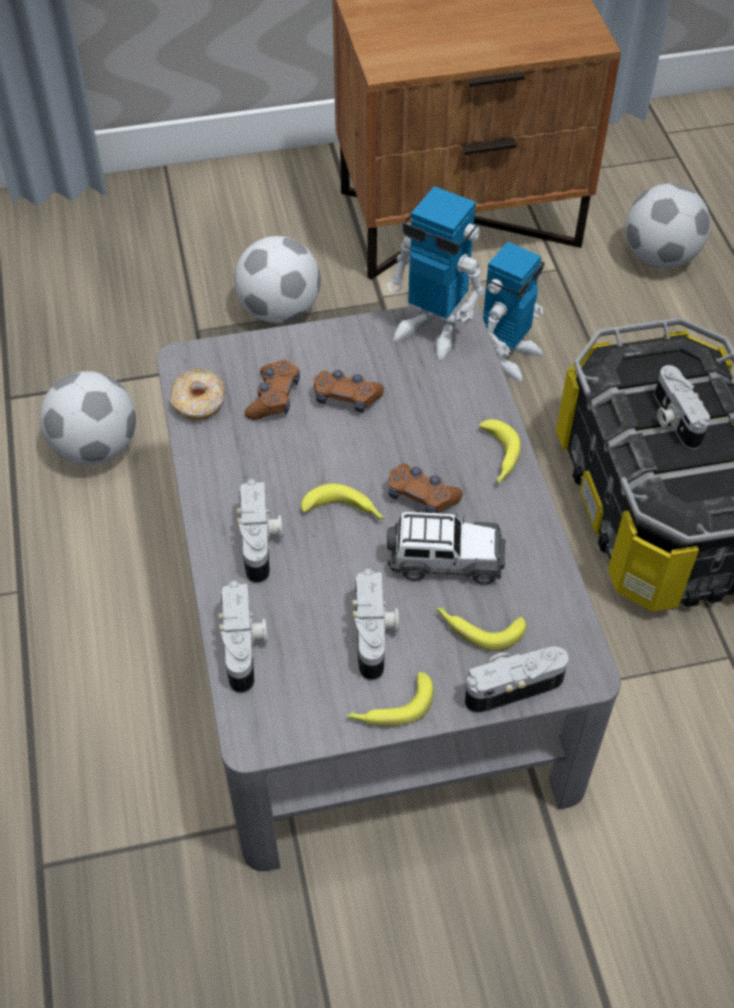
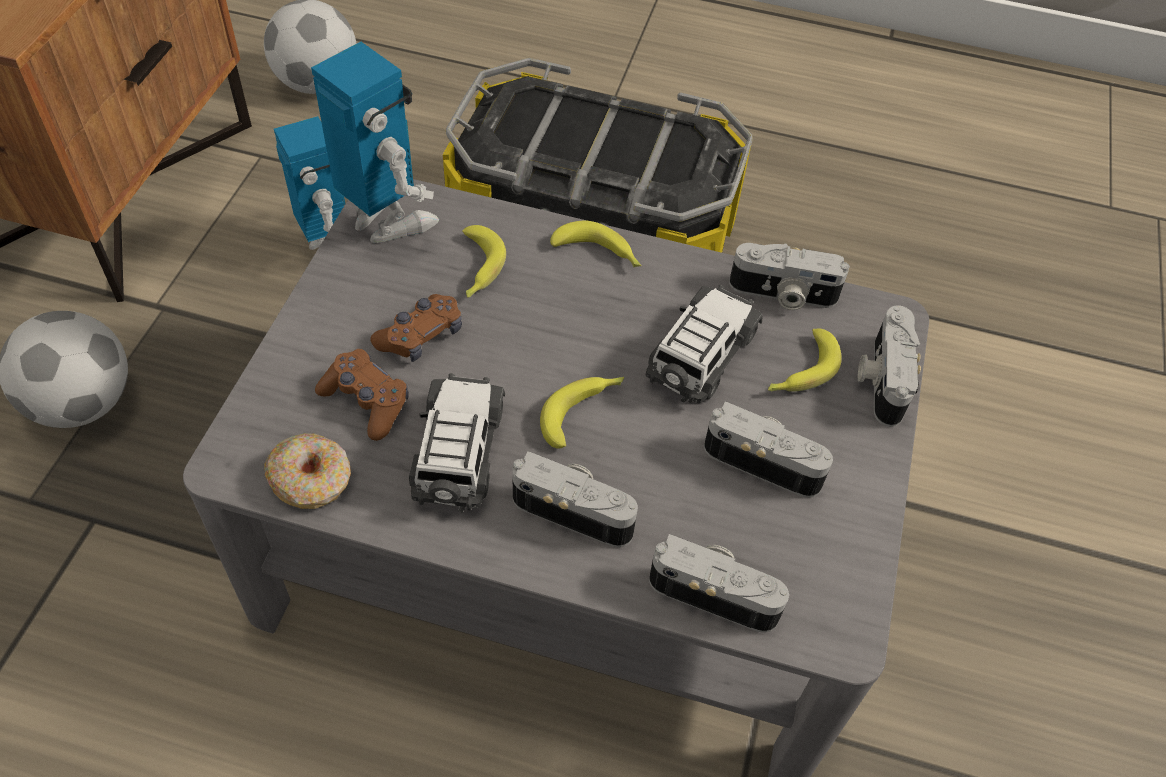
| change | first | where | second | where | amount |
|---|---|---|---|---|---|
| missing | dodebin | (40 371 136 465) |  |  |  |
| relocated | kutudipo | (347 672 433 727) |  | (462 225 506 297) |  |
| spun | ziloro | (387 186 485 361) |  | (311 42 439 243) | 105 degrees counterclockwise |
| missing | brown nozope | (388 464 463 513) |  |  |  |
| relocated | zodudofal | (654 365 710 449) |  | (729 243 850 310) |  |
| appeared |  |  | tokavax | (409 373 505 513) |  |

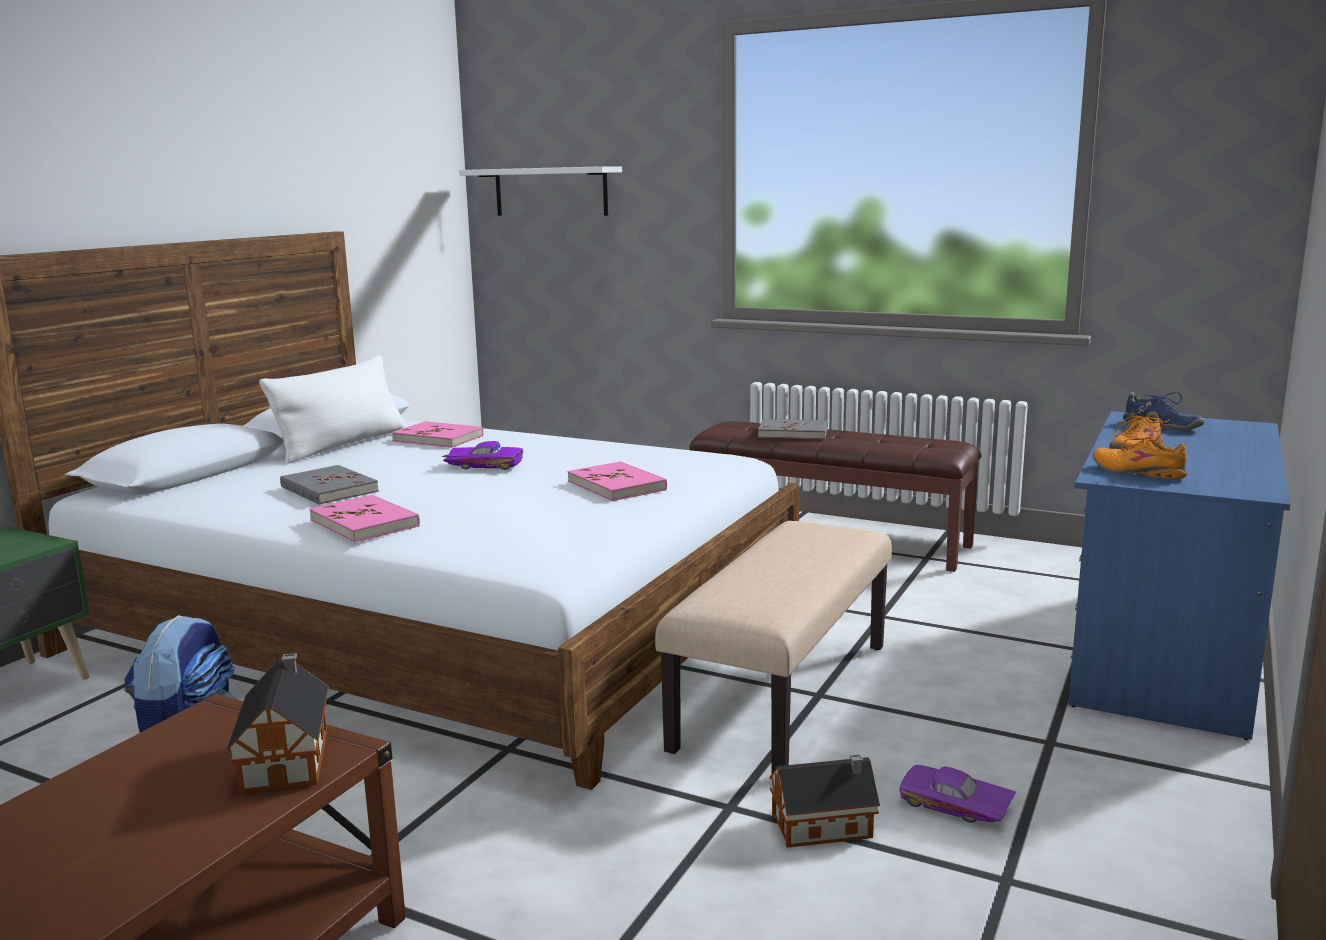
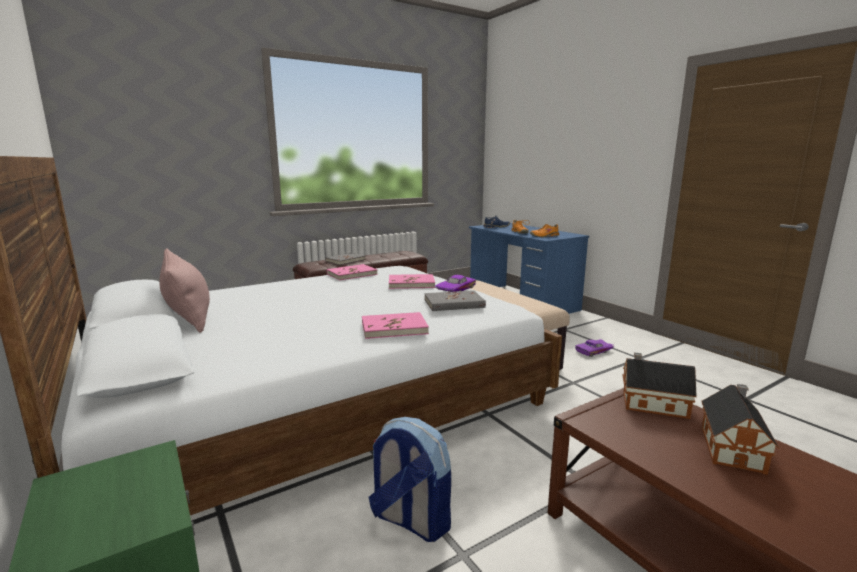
| change | first | where | second | where | amount |
|---|---|---|---|---|---|
| colour | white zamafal | (259 355 406 464) | pink zamafal | (159 248 210 333) |  |
| relocated | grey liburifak | (280 465 379 505) |  | (424 290 486 311) |  |
| relocated | pink liburifak | (392 421 483 448) |  | (327 264 378 281) |  |
| relocated | purple tokavax | (442 441 523 470) |  | (435 275 476 292) |  |
| missing | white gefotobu | (459 166 622 216) |  |  |  |
| relocated | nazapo | (769 754 880 848) |  | (701 384 779 475) |  |

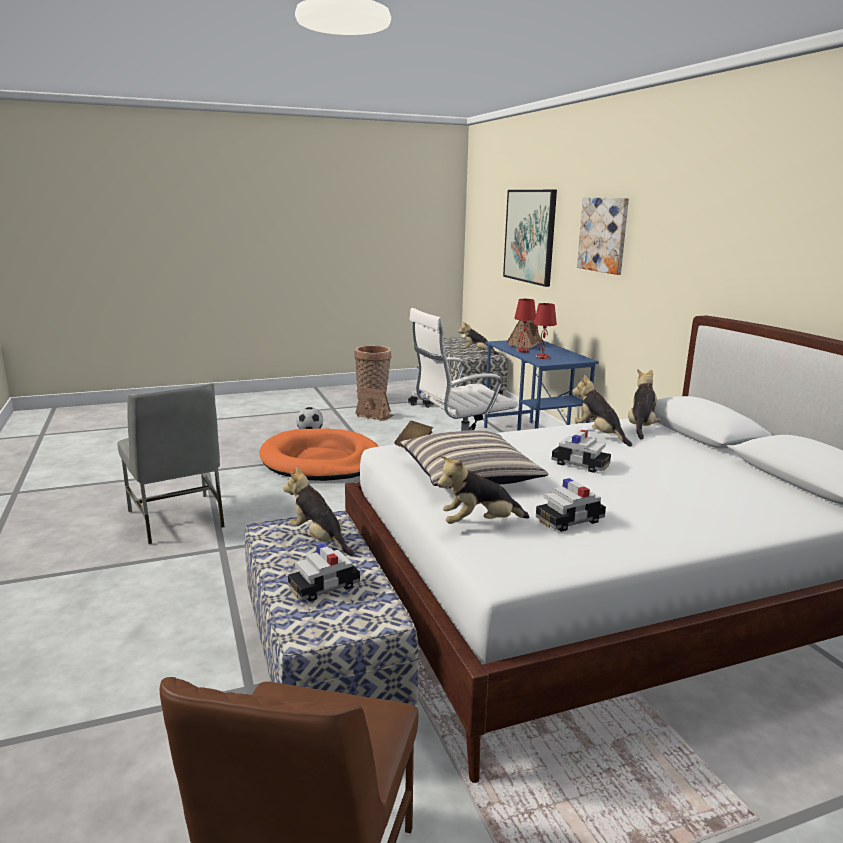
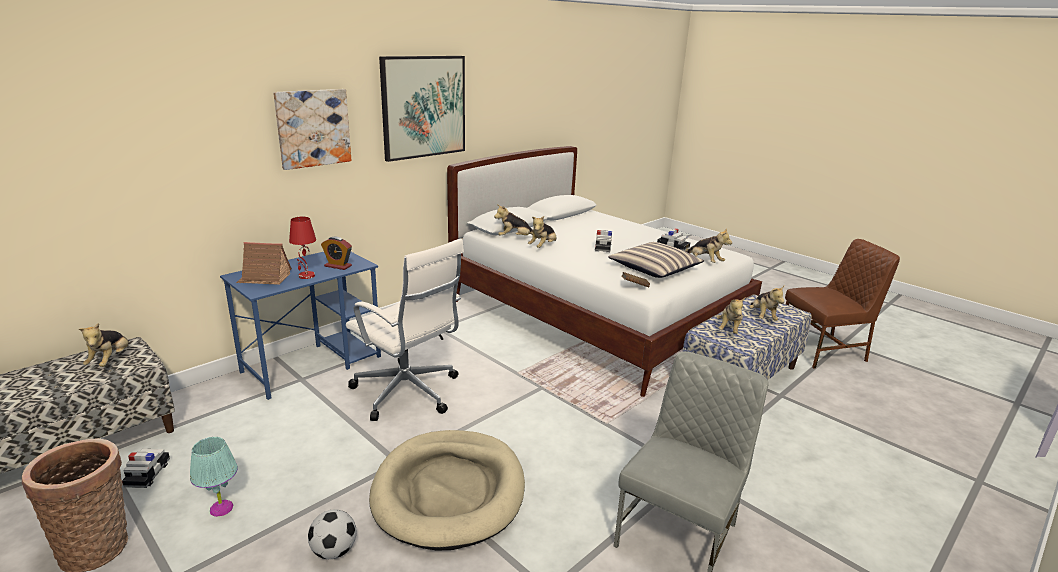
| change | first | where | second | where | amount |
|---|---|---|---|---|---|
| colour | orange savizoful | (260 428 379 481) | beige savizoful | (369 430 525 551) |  |
| exchanged | tokavax | (288 543 360 602) | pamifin | (749 286 784 321) |  |
| exchanged | nazapo | (355 387 394 421) | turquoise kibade | (190 437 238 517) |  |
| relocated | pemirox | (503 190 557 287) |  | (379 56 465 162) |  |
| exchanged | red kibade | (534 303 557 359) | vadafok | (321 237 352 270) |  |

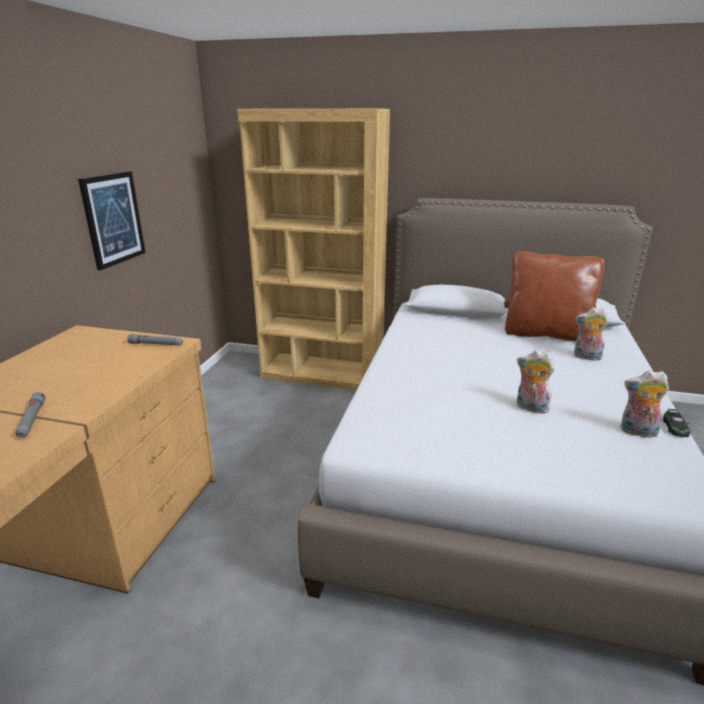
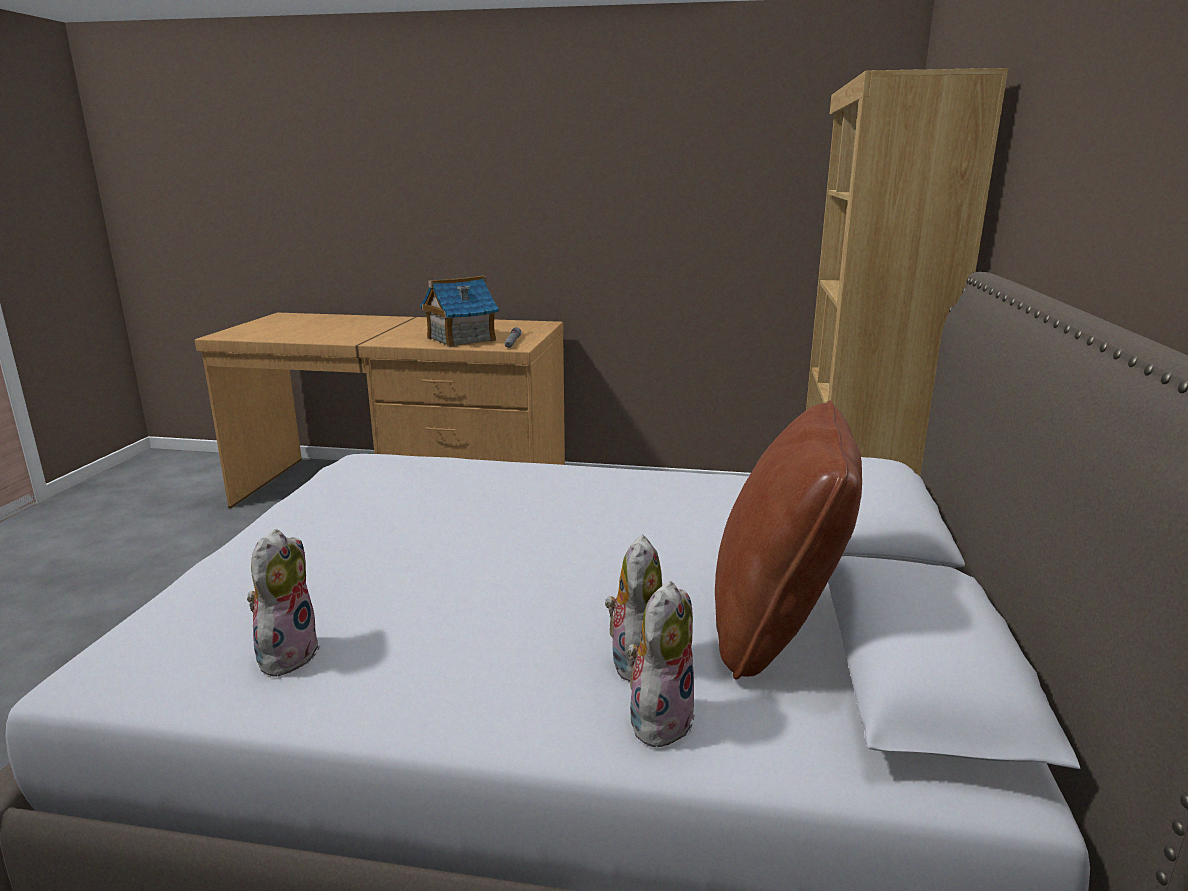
| change | first | where | second | where | amount |
|---|---|---|---|---|---|
| missing | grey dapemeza | (15 392 46 438) |  |  |  |
| missing | pemirox | (78 171 145 270) |  |  |  |
| relocated | pamifin | (517 350 555 414) |  | (627 581 694 748) |  |
| missing | tokavax | (663 409 690 437) |  |  |  |
| appeared |  |  | nazapo | (420 275 499 347) |  |

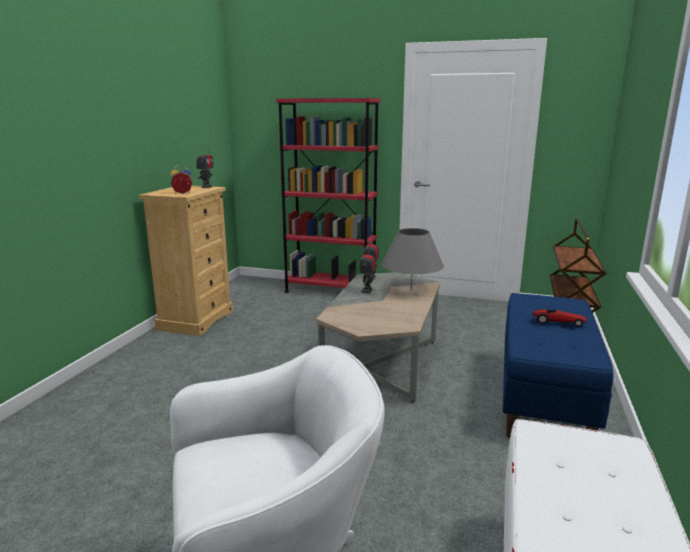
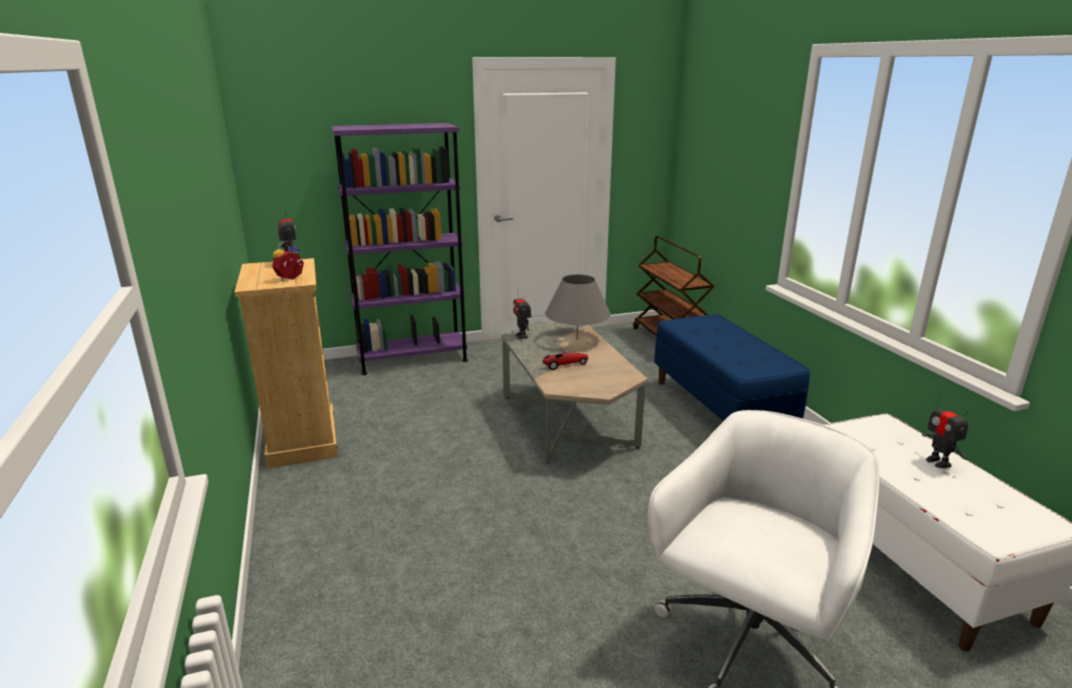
| change | first | where | second | where | amount |
|---|---|---|---|---|---|
| colour | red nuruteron | (276 98 381 293) | purple nuruteron | (331 123 468 375) |  |
| relocated | ziloro | (360 245 376 294) |  | (922 395 969 468) |  |
| relocated | tokavax | (533 309 586 327) |  | (542 353 589 370) |  |

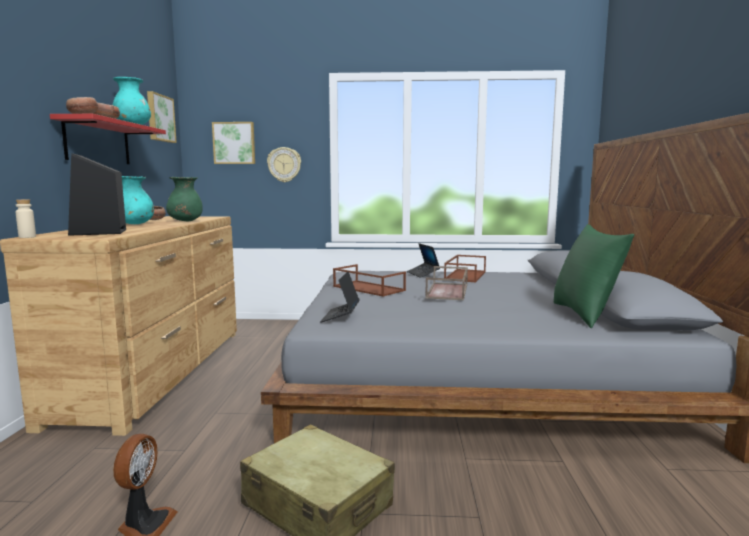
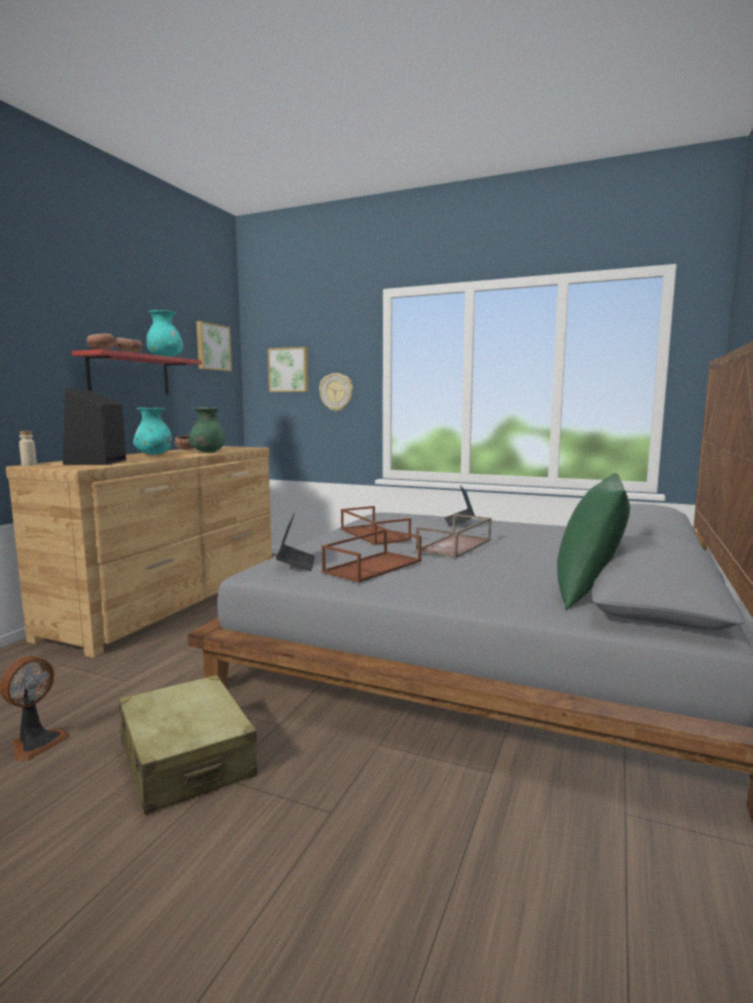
| change | first | where | second | where | amount |
|---|---|---|---|---|---|
| spun | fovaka | (320 271 360 322) |  | (276 514 315 571) | 150 degrees clockwise |
| relocated | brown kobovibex | (444 255 486 282) |  | (321 529 421 583) |  |

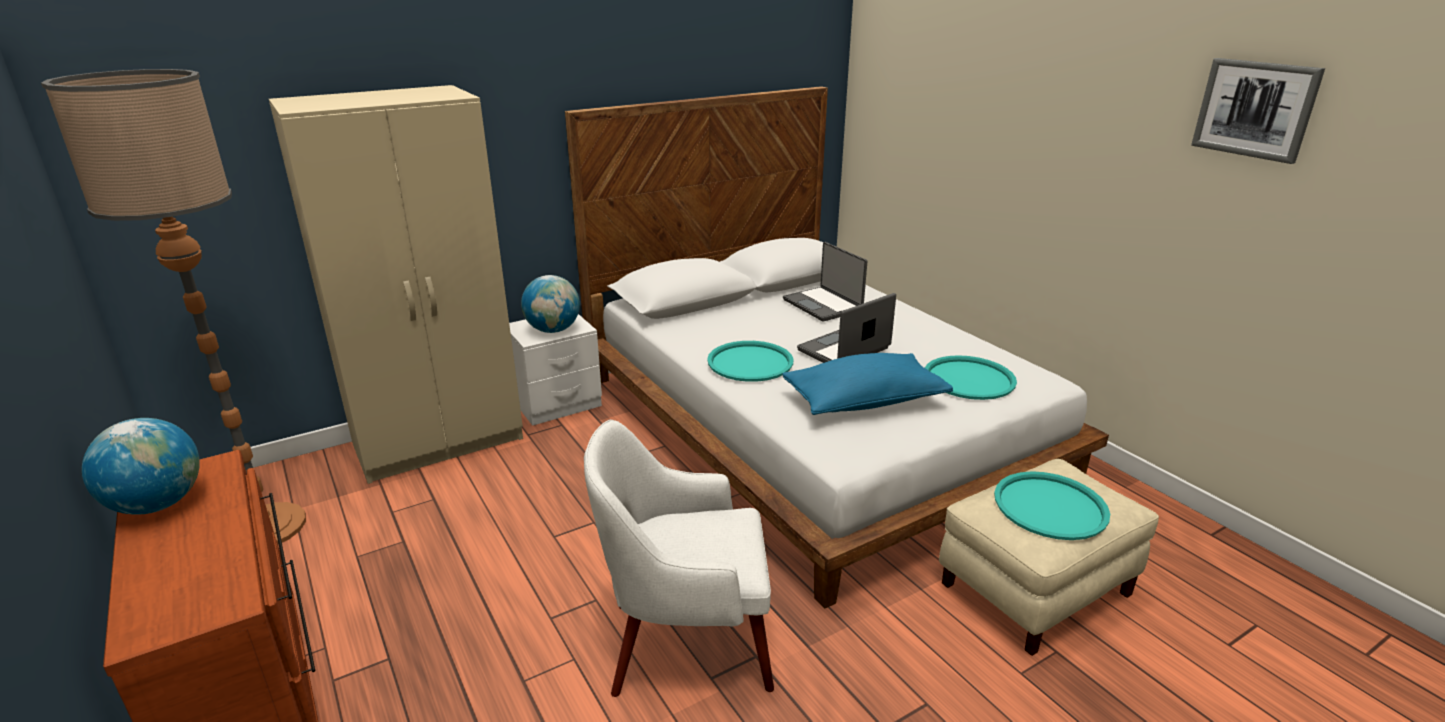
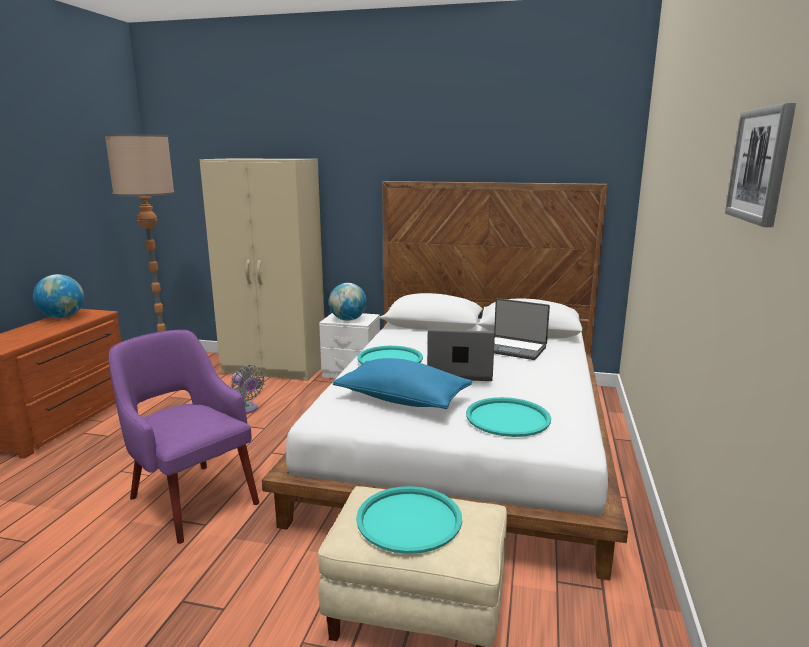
| change | first | where | second | where | amount |
|---|---|---|---|---|---|
| colour | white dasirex | (584 420 774 697) | purple dasirex | (109 330 259 544) |  |
| spun | fovaka | (783 242 867 321) |  | (494 298 550 360) | 75 degrees counterclockwise |
| appeared |  |  | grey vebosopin | (231 365 265 414) |  |

